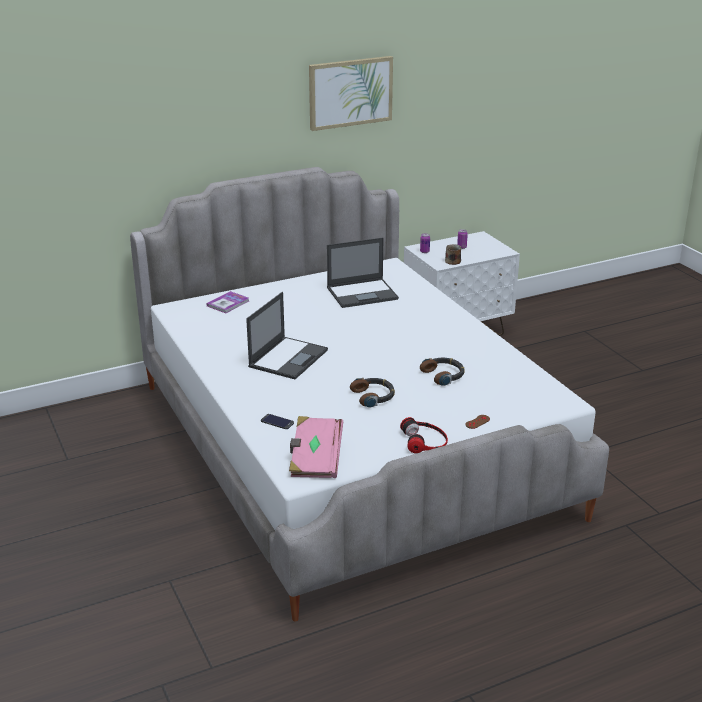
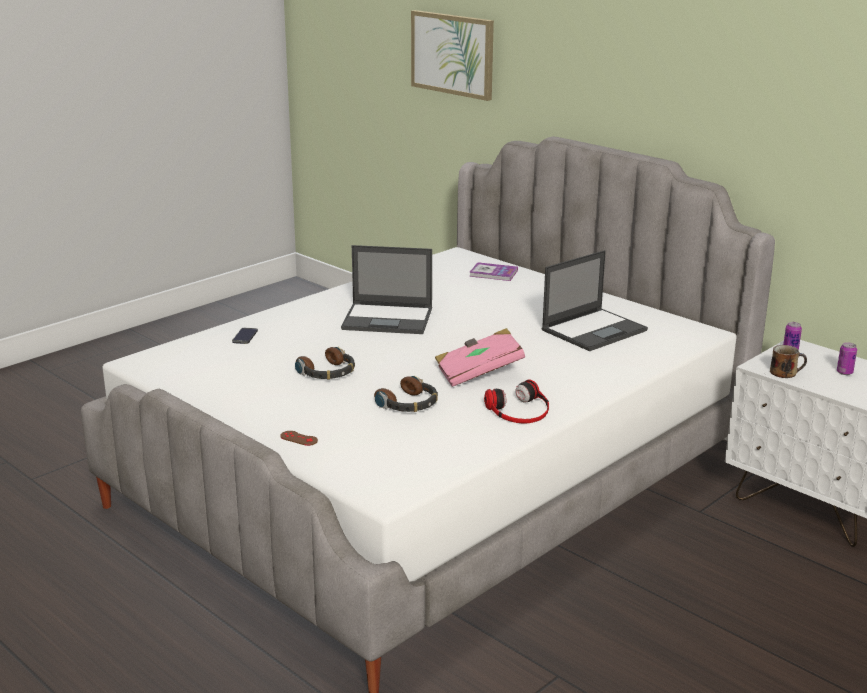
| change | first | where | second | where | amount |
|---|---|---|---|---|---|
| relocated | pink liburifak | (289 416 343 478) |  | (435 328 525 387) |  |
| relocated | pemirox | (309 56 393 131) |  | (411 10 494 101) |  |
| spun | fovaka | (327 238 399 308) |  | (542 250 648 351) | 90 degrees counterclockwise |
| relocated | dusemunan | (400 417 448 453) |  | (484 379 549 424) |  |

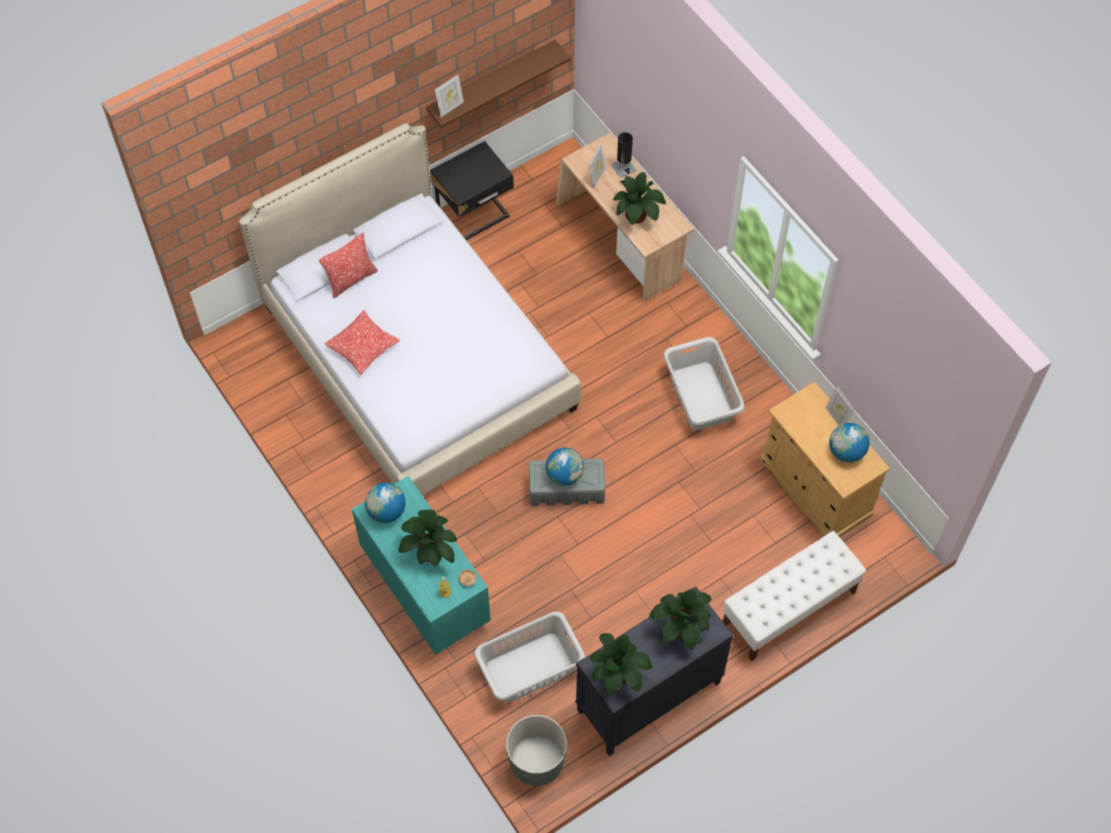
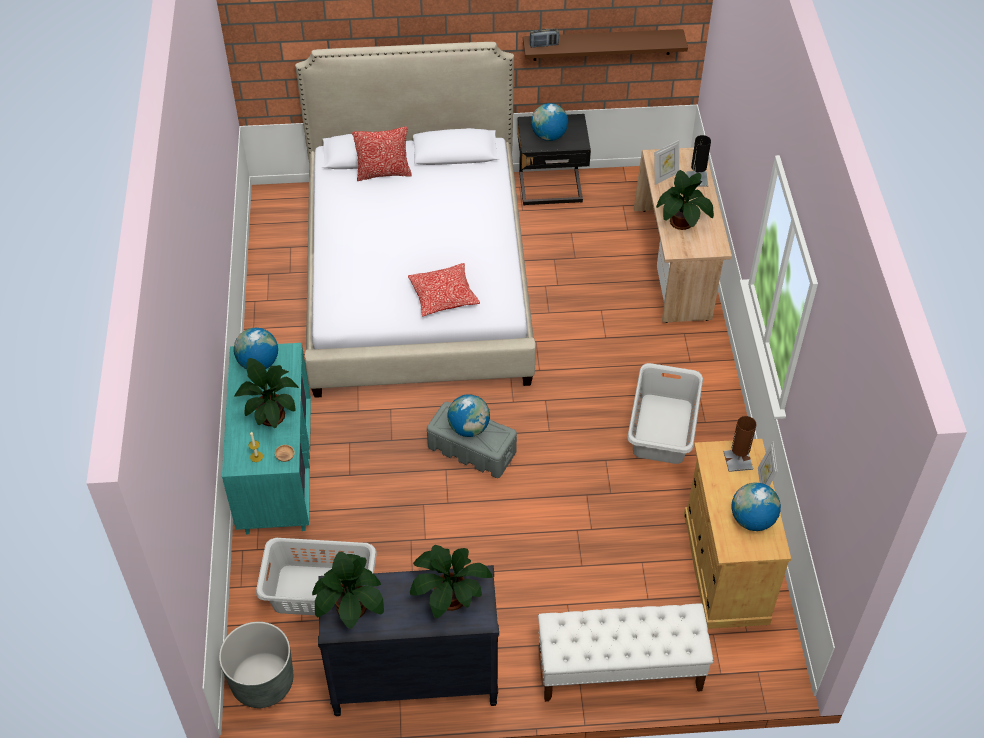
| change | first | where | second | where | amount |
|---|---|---|---|---|---|
| relocated | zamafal | (325 310 400 375) |  | (408 263 480 317) |  |
| exchanged | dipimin | (435 74 464 117) | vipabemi | (530 28 559 48) |  |
| appeared |  |  | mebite | (531 103 568 141) |  |
| appeared |  |  | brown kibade | (724 416 756 472) |  |

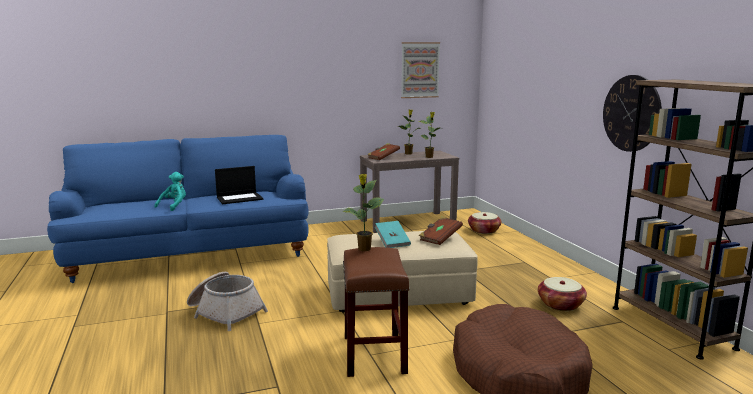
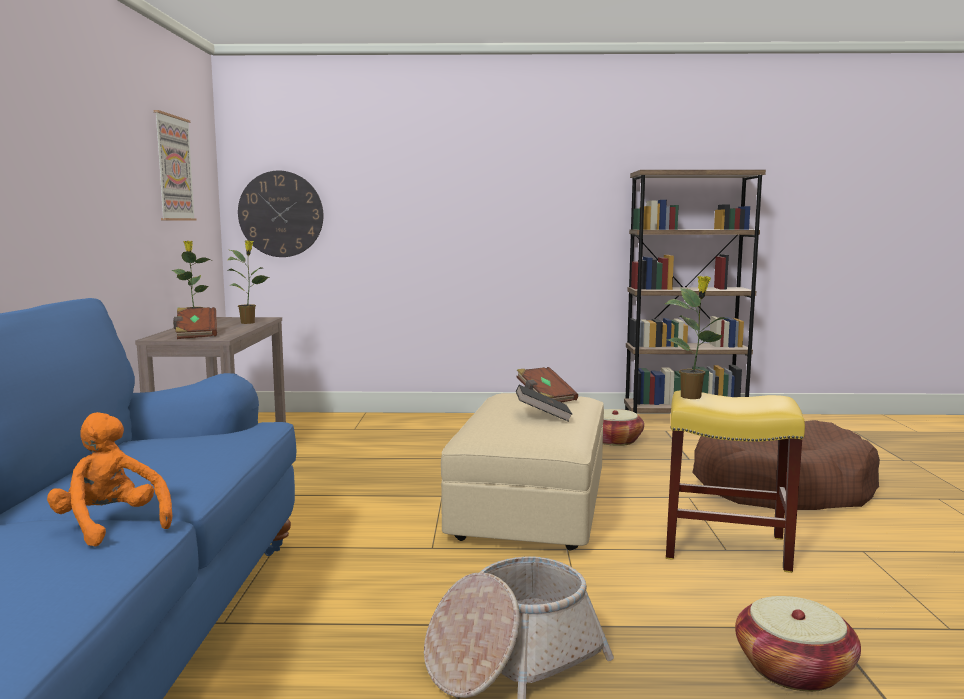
| change | first | where | second | where | amount |
|---|---|---|---|---|---|
| colour | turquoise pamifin | (155 172 186 211) | orange pamifin | (47 412 172 547) |  |
| missing | fovaka | (215 166 263 204) |  |  |  |
| colour | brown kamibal | (343 247 410 377) | yellow kamibal | (666 391 805 573) |  |
| colour | turquoise liburifak | (375 221 411 248) | black liburifak | (516 385 572 422) |  |
| relocated | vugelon | (468 212 501 234) |  | (735 596 861 692) |  |
| relocated | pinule | (603 75 662 152) |  | (238 171 324 257) |  |

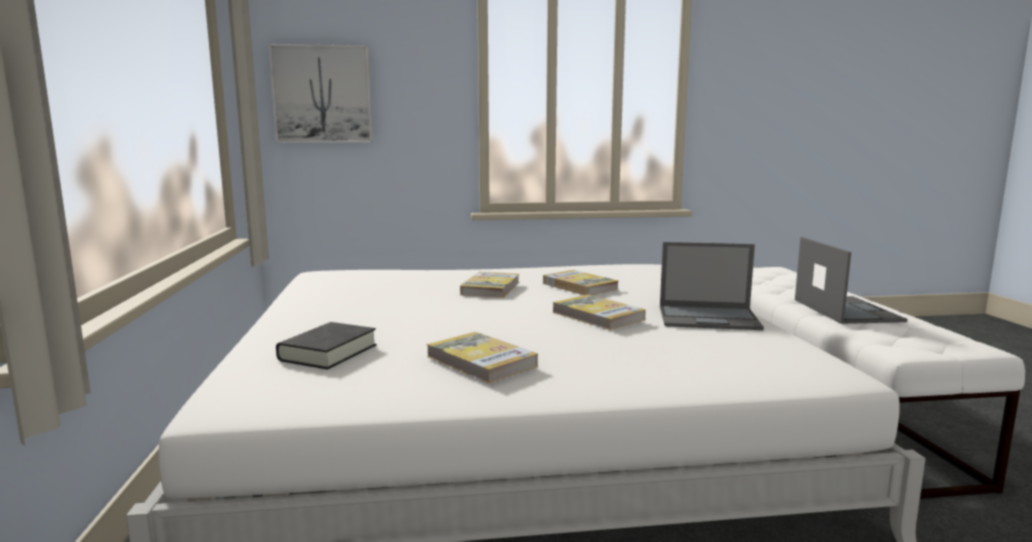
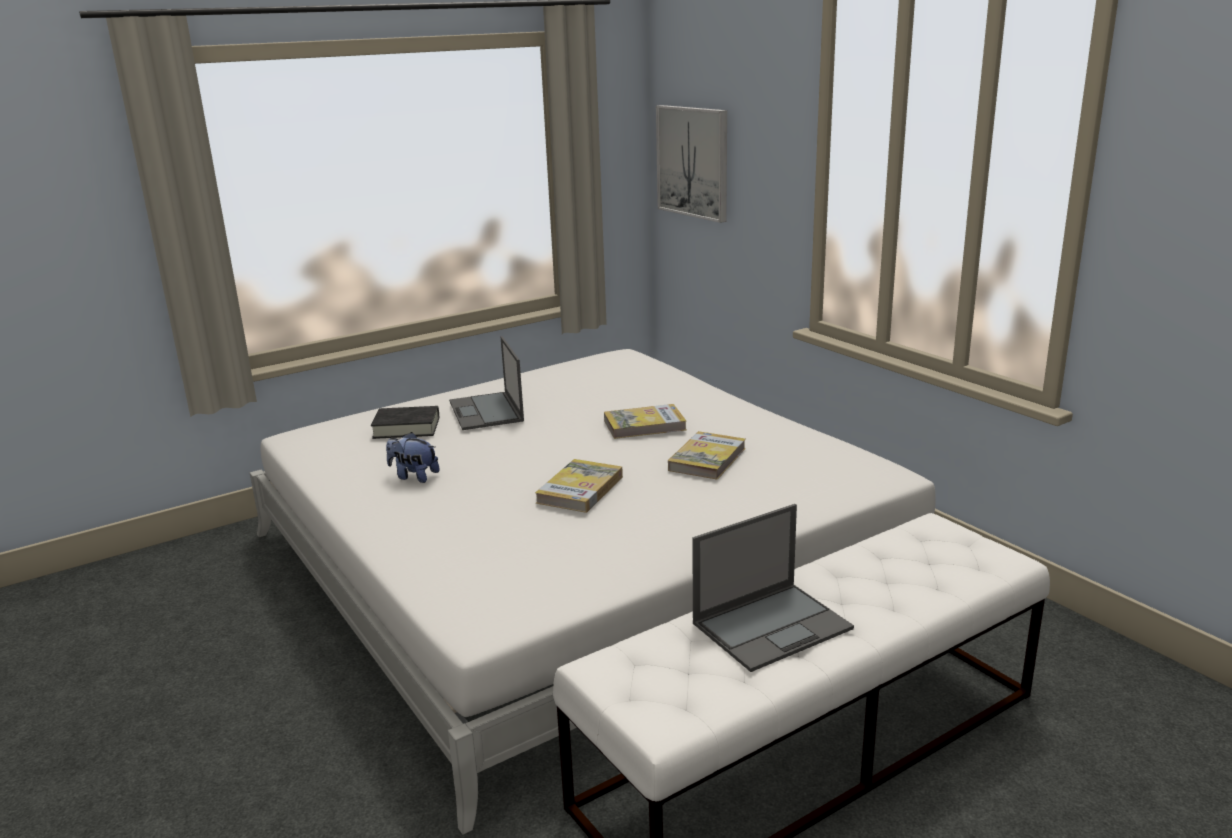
| change | first | where | second | where | amount |
|---|---|---|---|---|---|
| exchanged | liburifak | (427 332 538 383) | pamifin | (386 432 440 483) |  |
| relocated | fovaka | (660 242 764 330) |  | (449 336 524 430) |  |

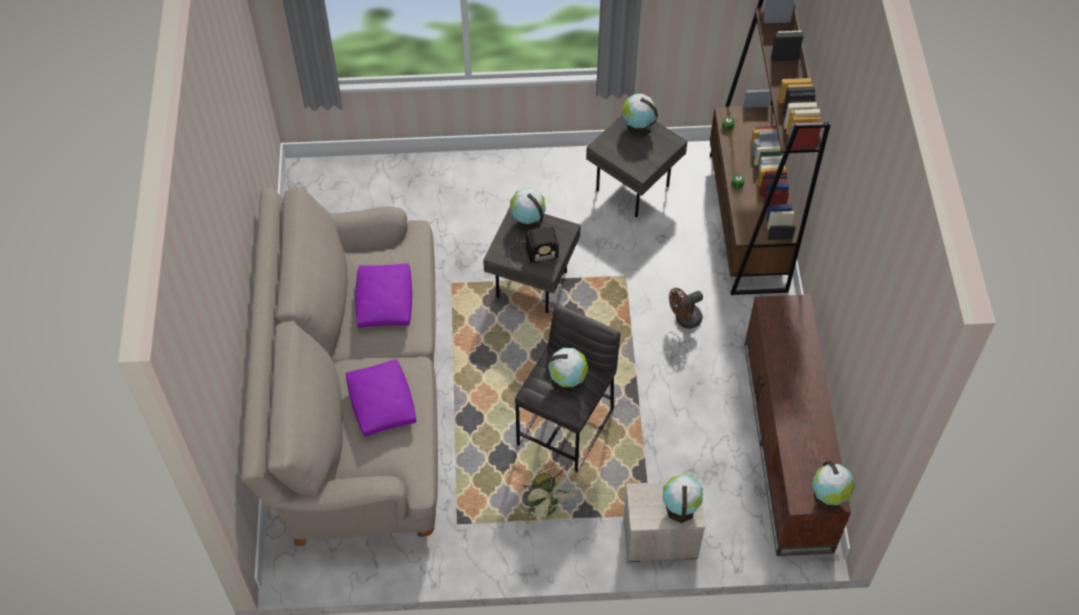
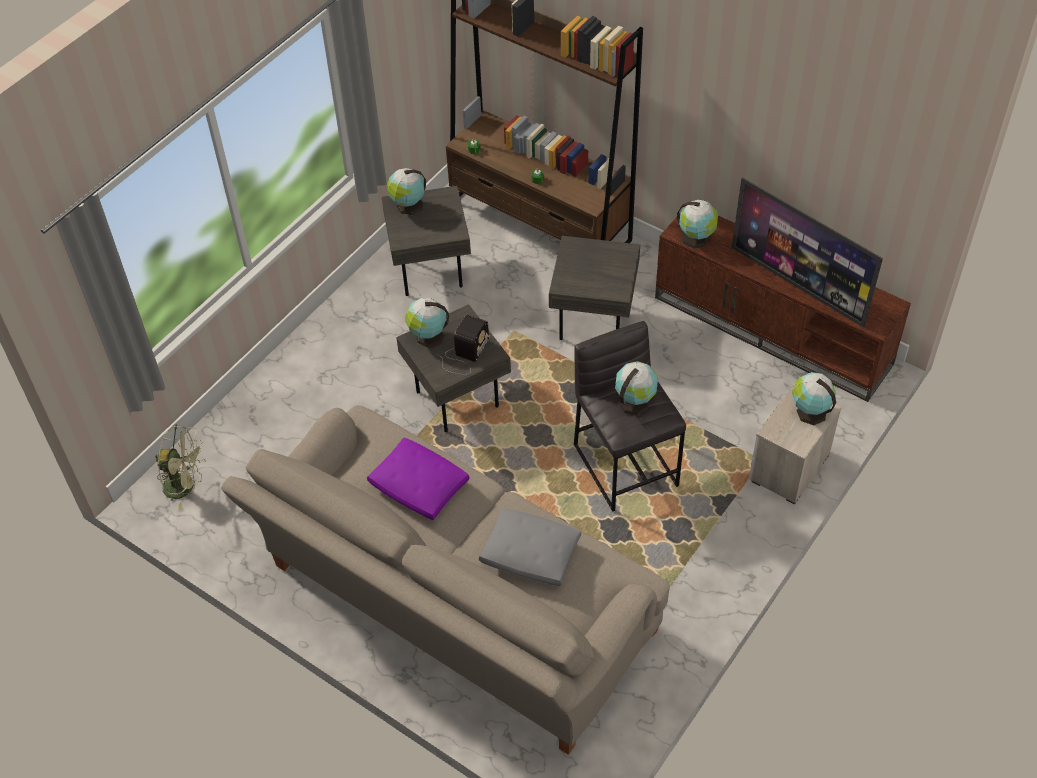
| change | first | where | second | where | amount |
|---|---|---|---|---|---|
| colour | purple zamafal | (346 359 416 437) | grey zamafal | (479 508 581 586) |  |
| relocated | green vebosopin | (518 465 582 524) |  | (155 425 206 510) |  |
| exchanged | brown vebosopin | (669 288 703 329) | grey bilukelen | (549 236 640 340) |  |
| relocated | mebite | (812 461 855 509) |  | (677 200 718 249) |  |
| appeared |  |  | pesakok | (731 177 883 328) |  |

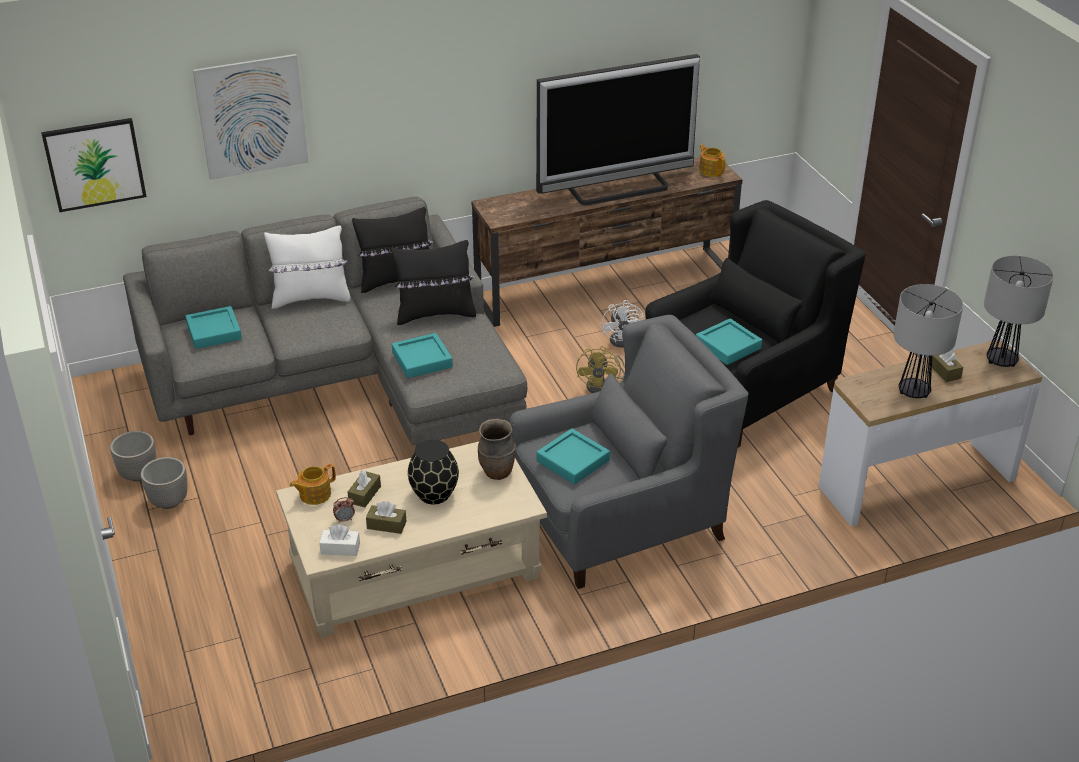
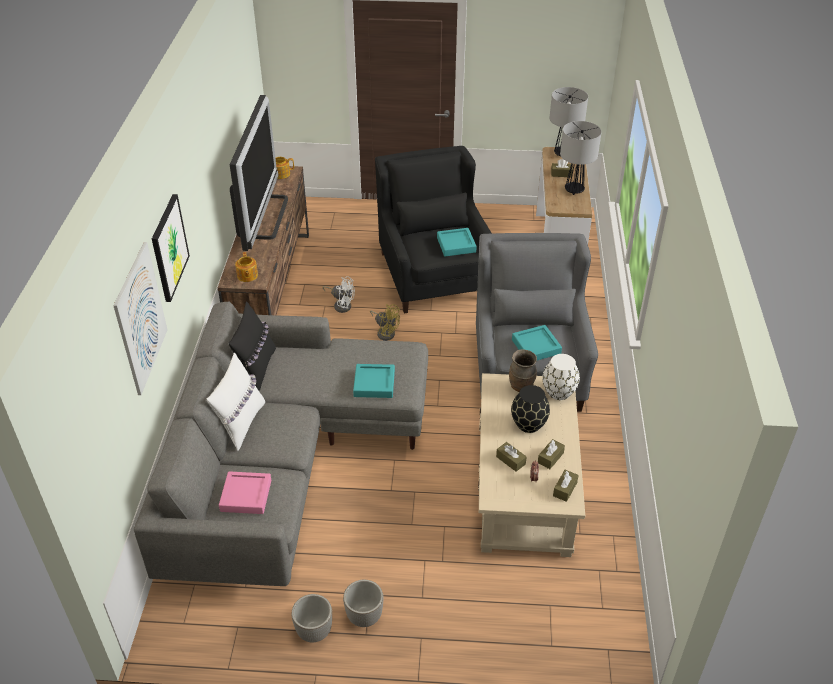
| change | first | where | second | where | amount |
|---|---|---|---|---|---|
| relocated | pemirox | (41 118 147 212) |  | (152 194 190 302) |  |
| colour | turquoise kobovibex | (185 306 242 349) | pink kobovibex | (219 471 271 514) |  |
| relocated | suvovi | (290 464 336 505) |  | (235 252 258 282) |  |
| colour | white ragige | (319 524 360 556) | brown ragige | (553 470 579 502) |  |
| missing | black zamafal | (391 240 476 325) |  |  |  |
| appeared |  |  | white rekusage | (542 354 580 400) |  |

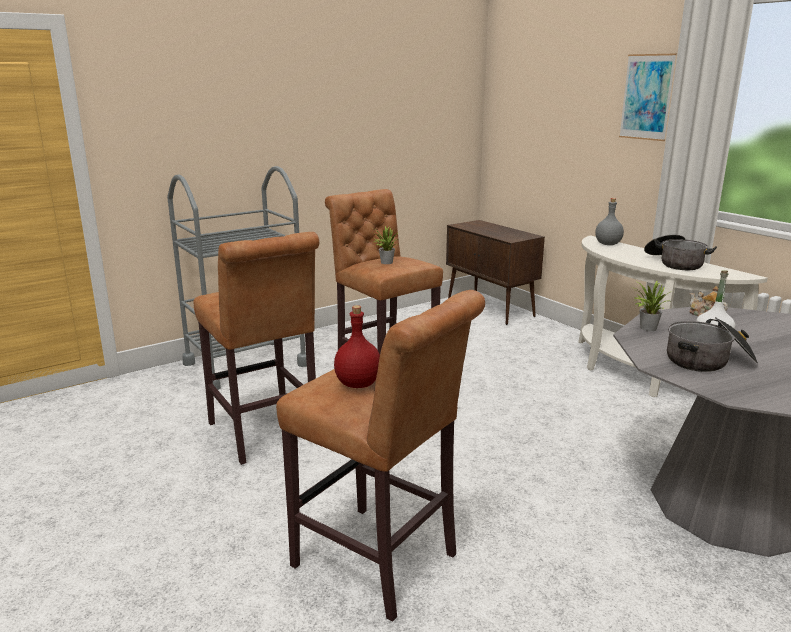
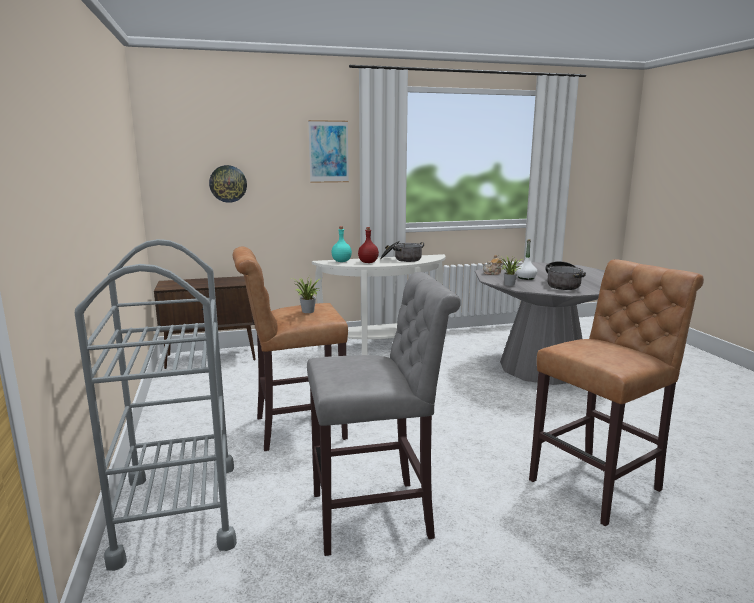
| change | first | where | second | where | amount |
|---|---|---|---|---|---|
| colour | brown kamibal | (193 232 319 465) | grey kamibal | (307 272 461 556) |  |
| relocated | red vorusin | (334 305 380 388) |  | (358 227 379 263) |  |
| colour | grey vorusin | (595 198 624 245) | turquoise vorusin | (331 226 352 262) |  |
| appeared |  |  | pinule | (209 165 247 203) |  |

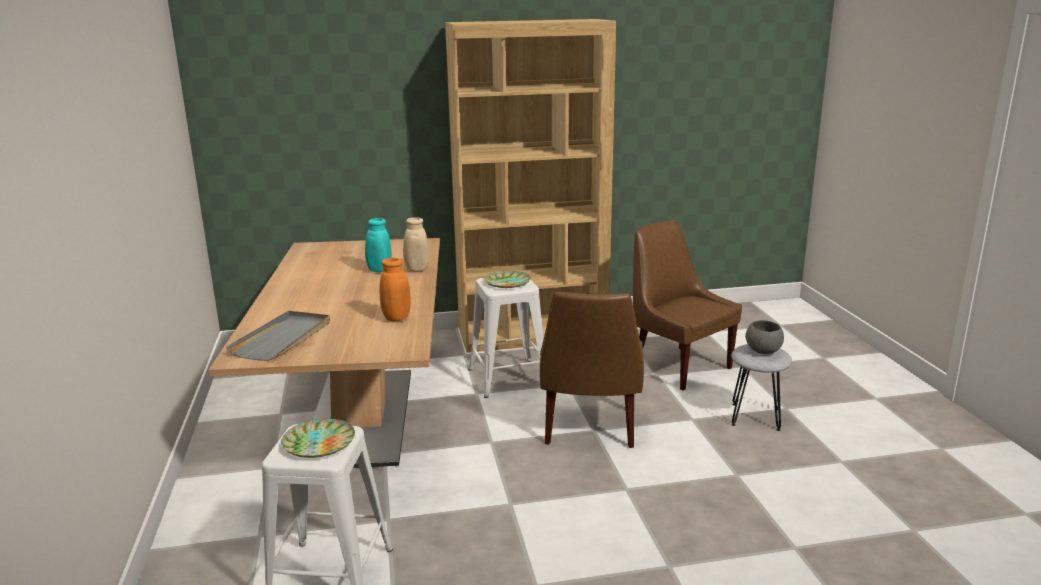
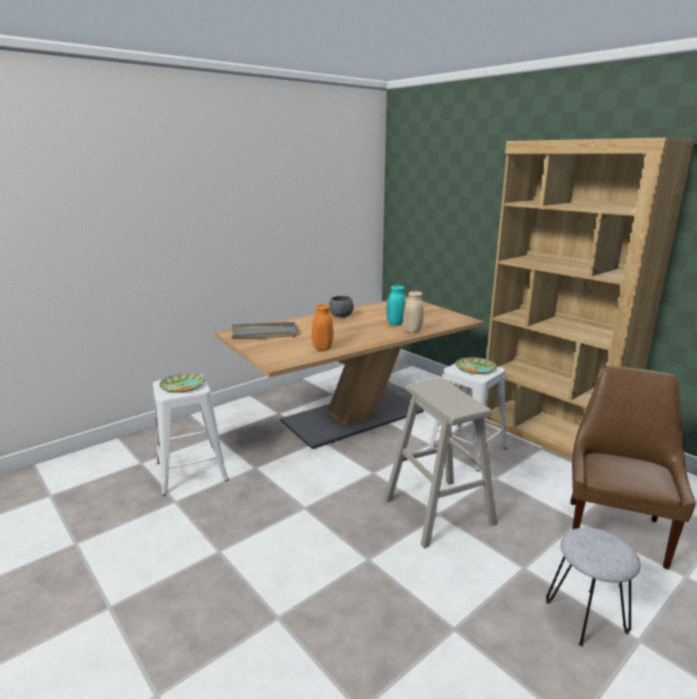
| change | first | where | second | where | amount |
|---|---|---|---|---|---|
| exchanged | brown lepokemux | (540 292 644 448) | beige kamibal | (384 378 497 548) |  |
| relocated | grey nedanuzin | (745 320 784 354) |  | (329 296 354 317) |  |

